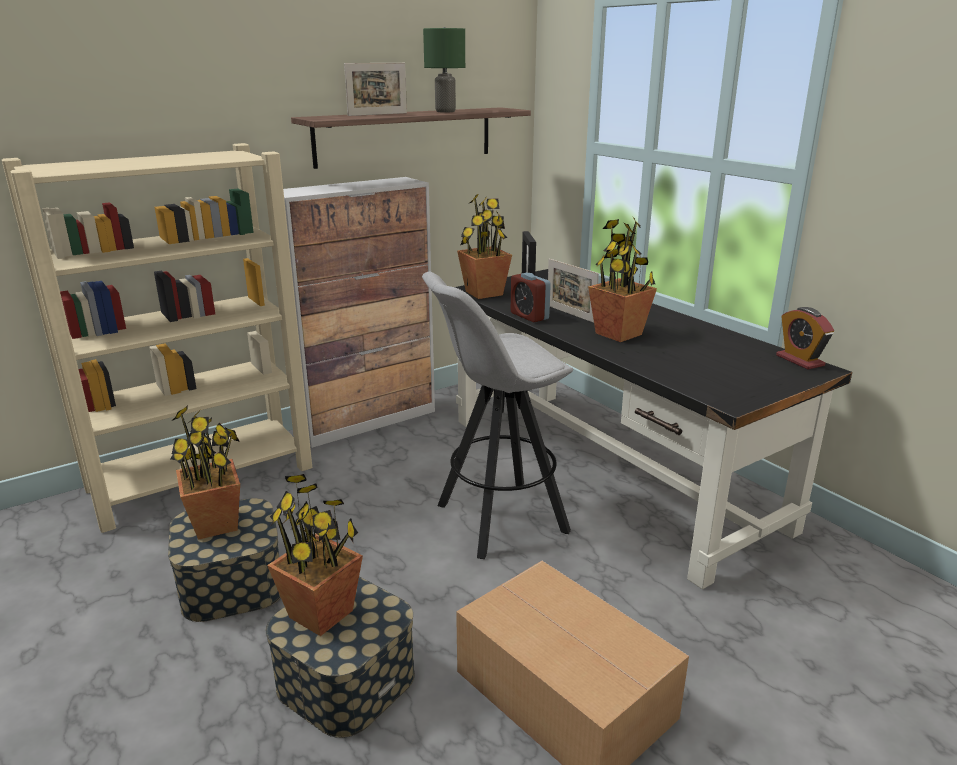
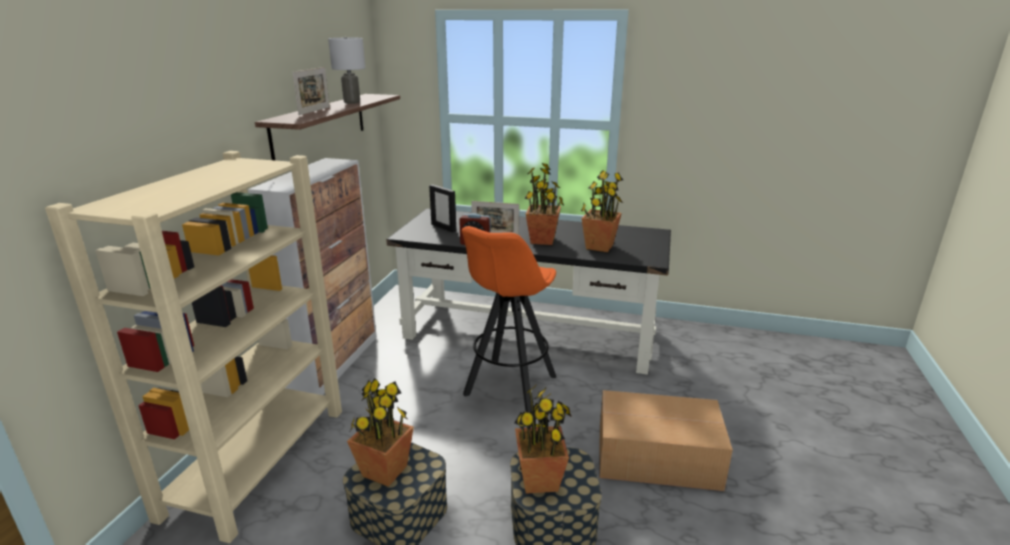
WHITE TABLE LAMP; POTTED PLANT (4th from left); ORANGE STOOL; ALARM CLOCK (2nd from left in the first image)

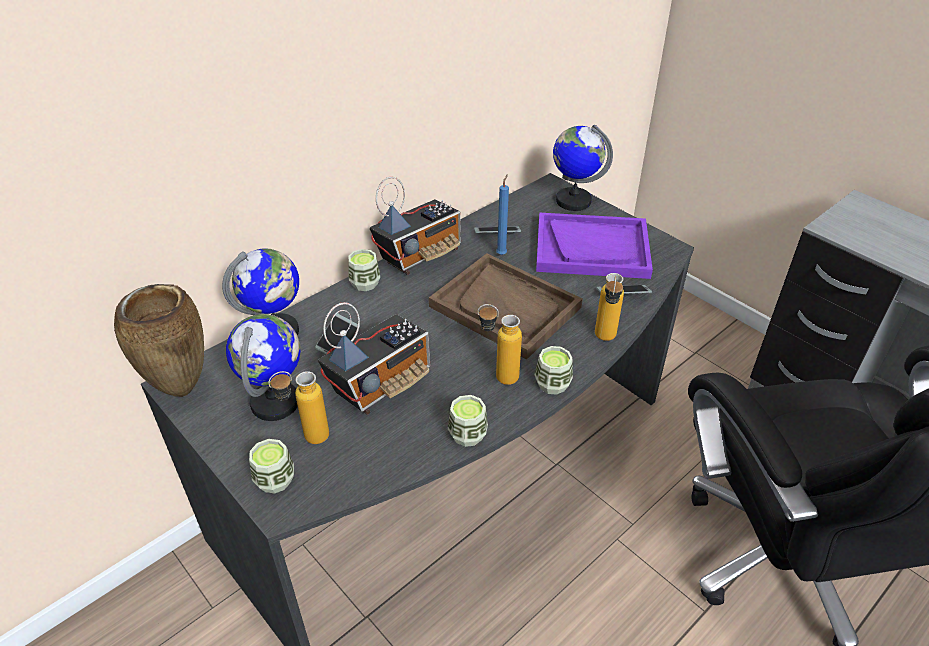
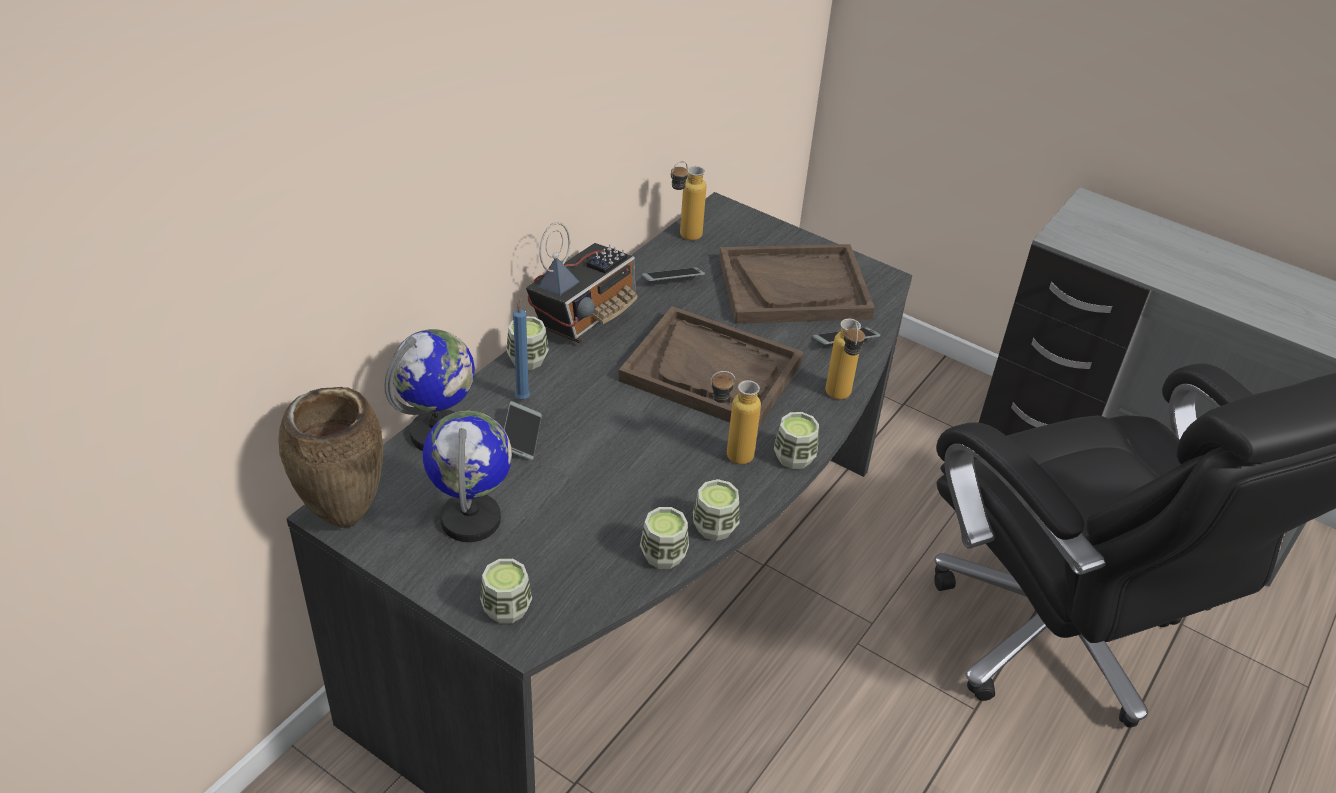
GLOBE (3rd from left in the first image); BLUE CANDLE; BROWN TRAY (2nd from left); RADIO (1st from left in the first image); BOTTLE (1st from left); CUP (3rd from left)

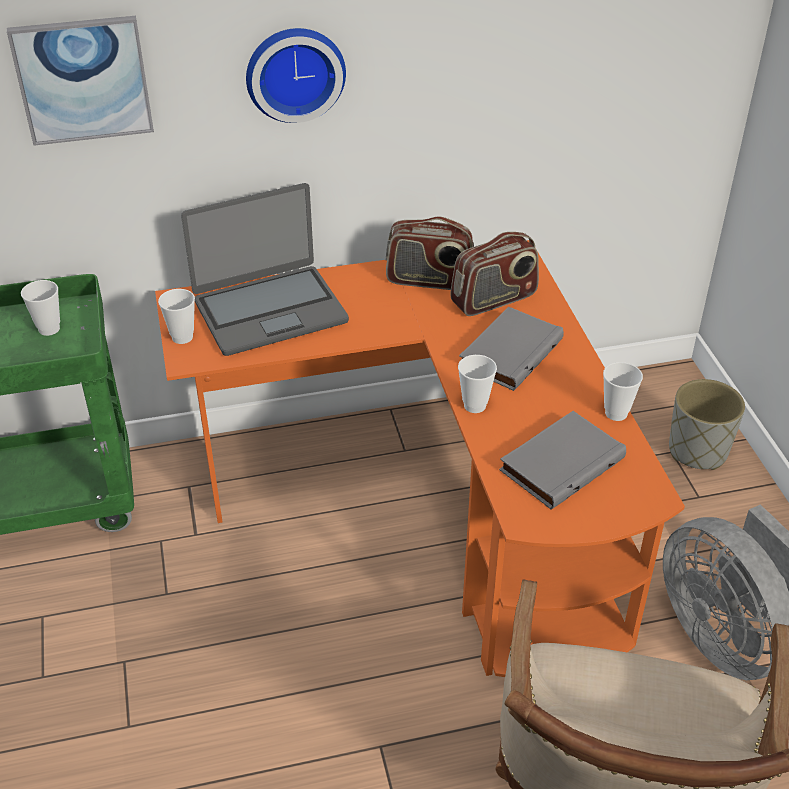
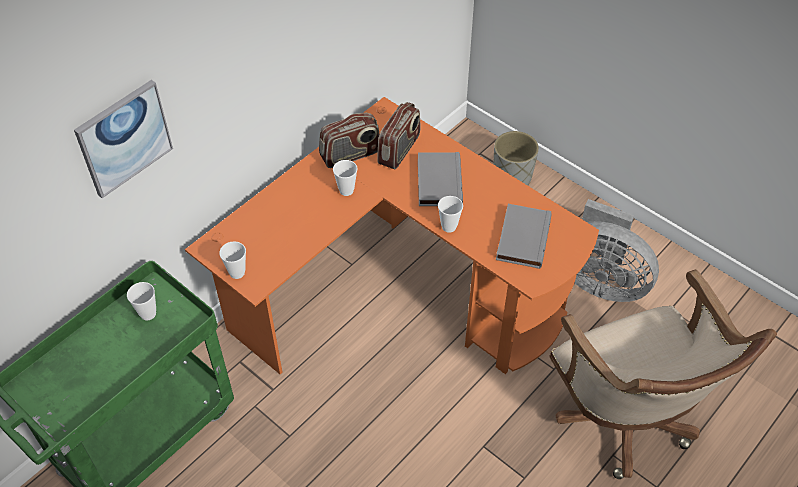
WALL CLOCK; LAPTOP; CUP (3rd from left)

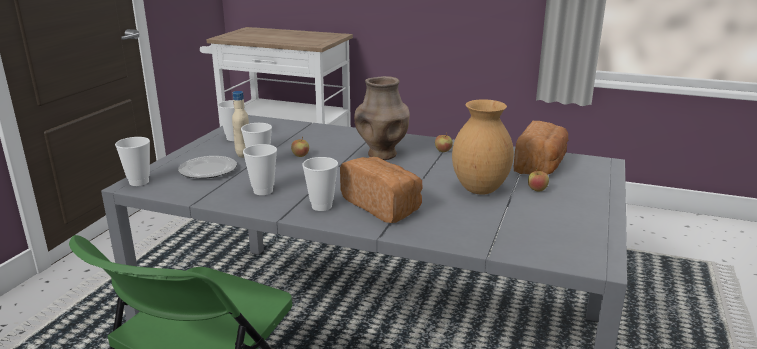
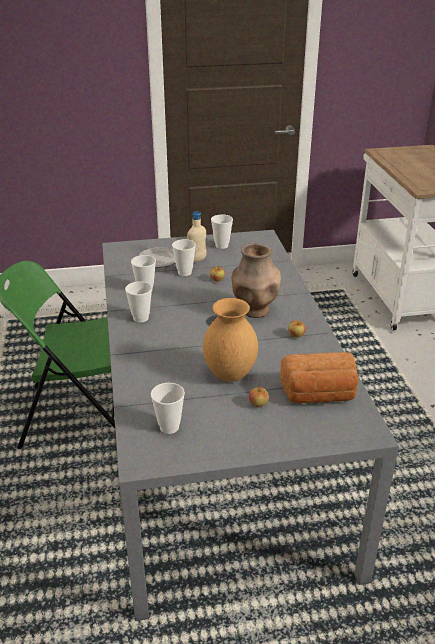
CUP (3rd from left); BREAD (1st from left in the first image)

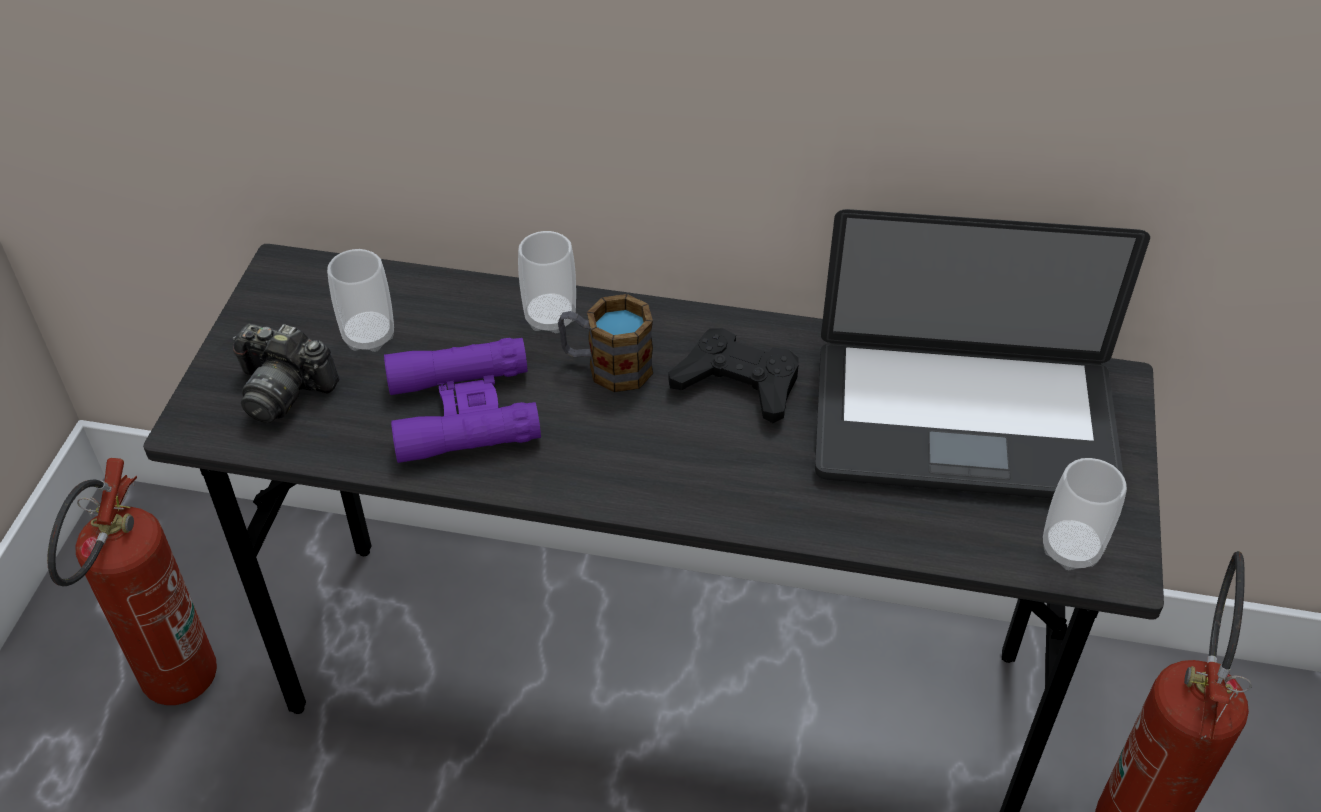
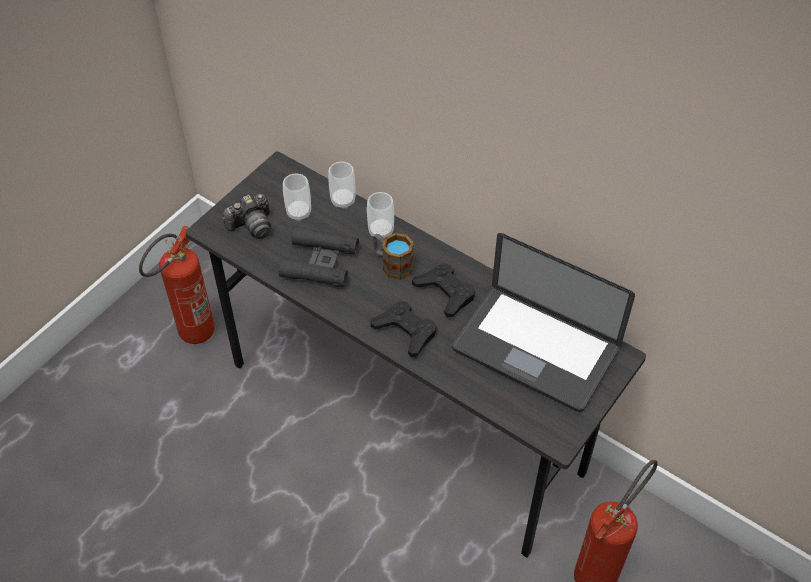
PHOTO CAMERA; BLACK BINOCULARS; CUP (2nd from left); BLACK GAME CONTROLLER (1st from left)

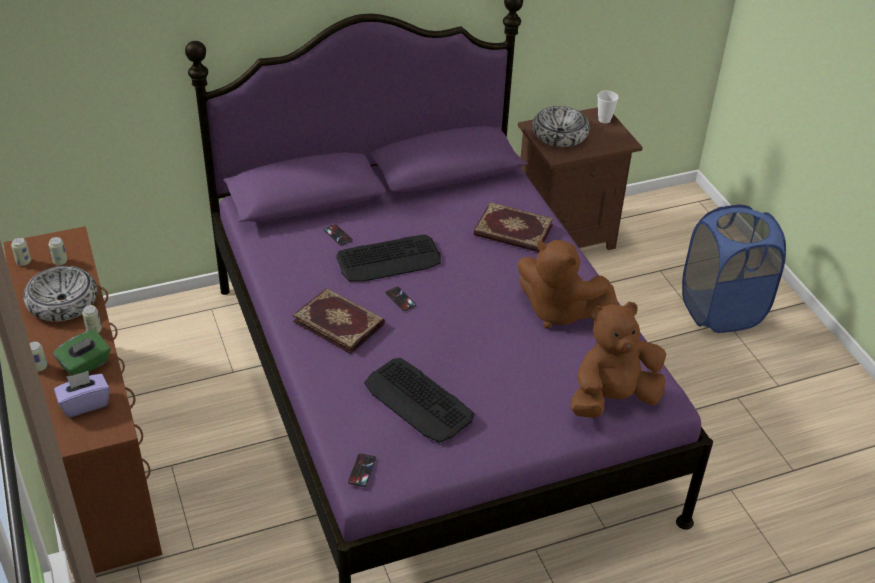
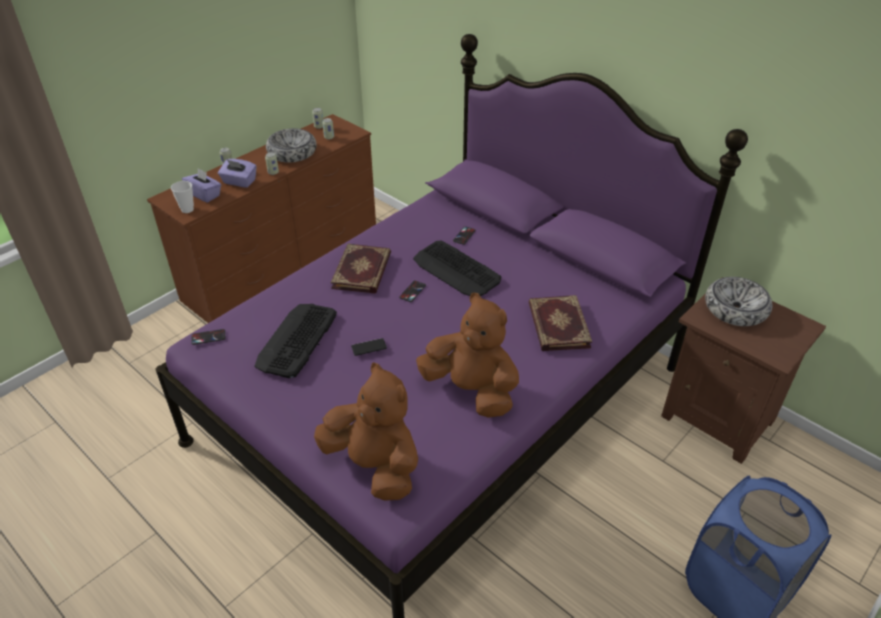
CUP; BROWN PLUSH TOY (2nd from left); PURPLE TISSUE BOX (2nd from left); PHONE (2nd from left)

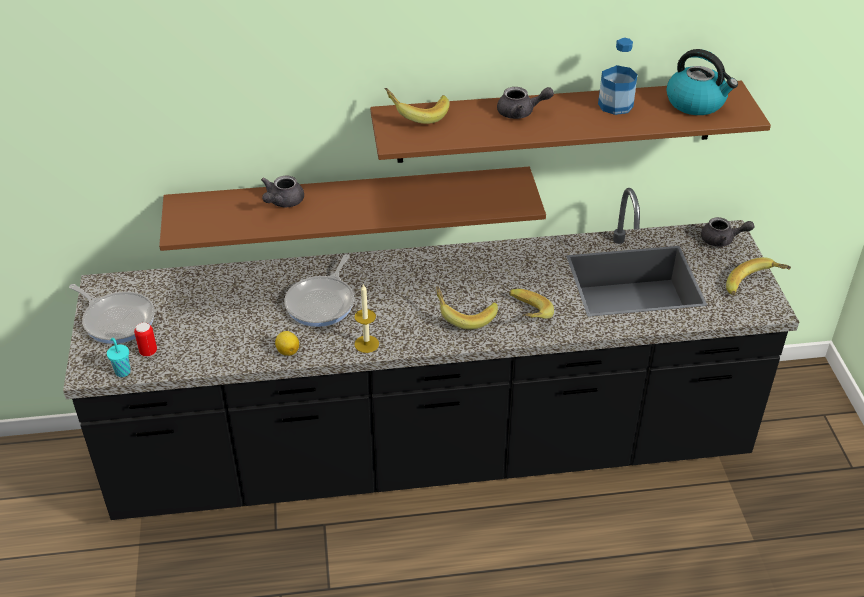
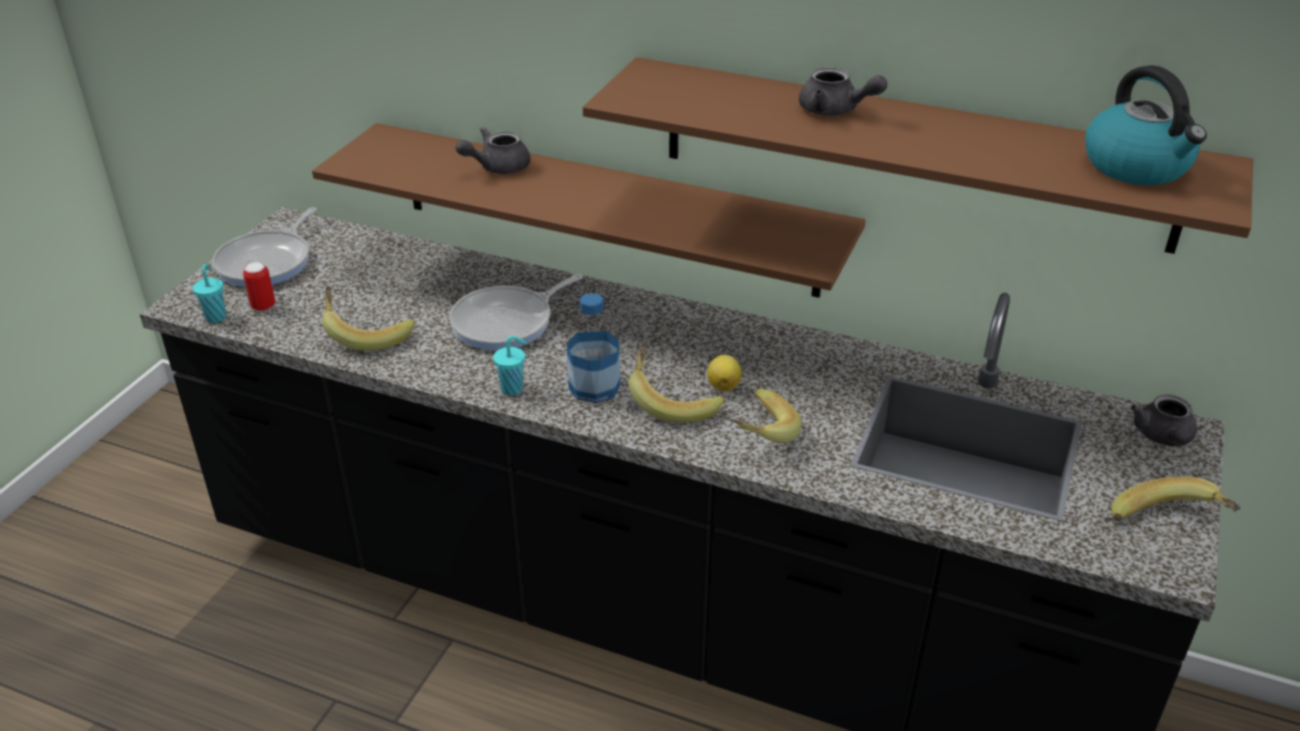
BOTTLE; BANANA (1st from left); GREY TEAPOT (3rd from left); FRYING PAN (1st from left); TURQUOISE CUP (2nd from left); LEMON

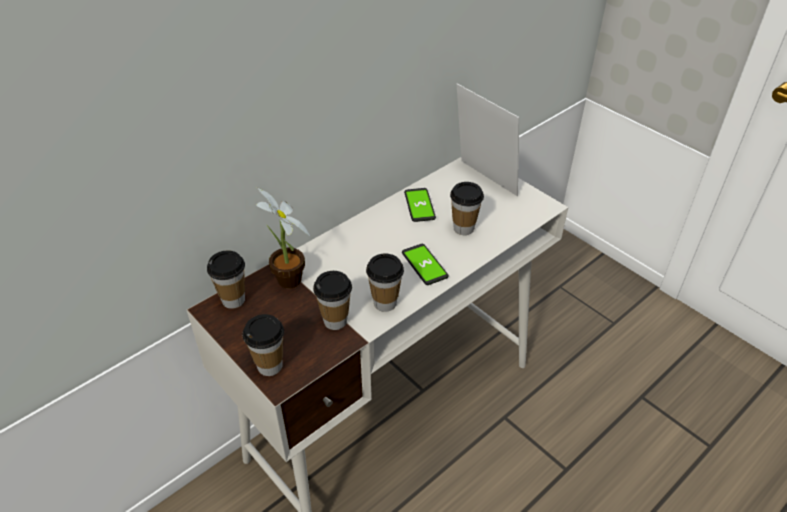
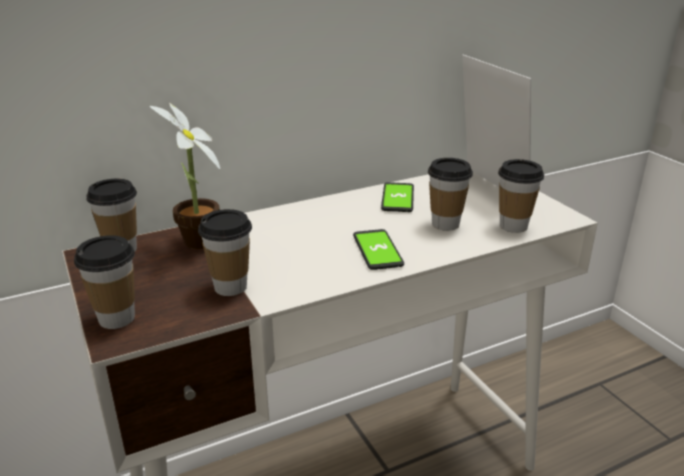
CUP (5th from left)

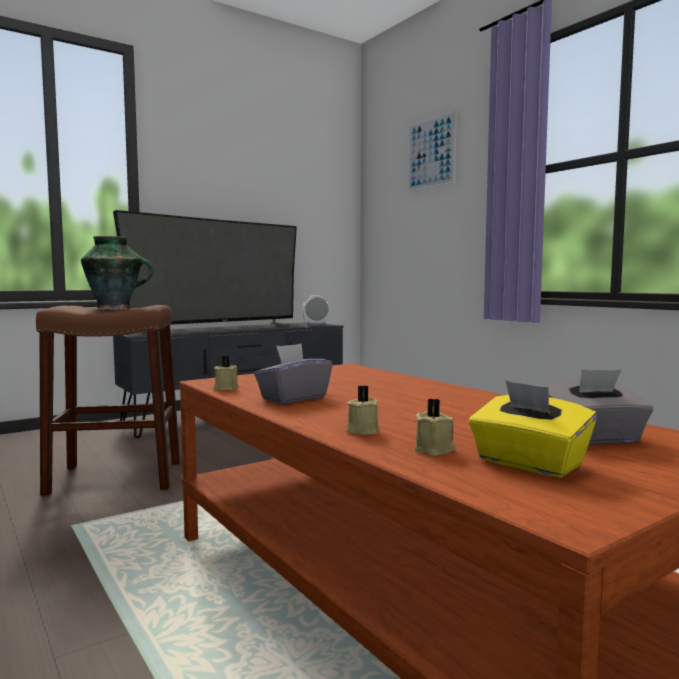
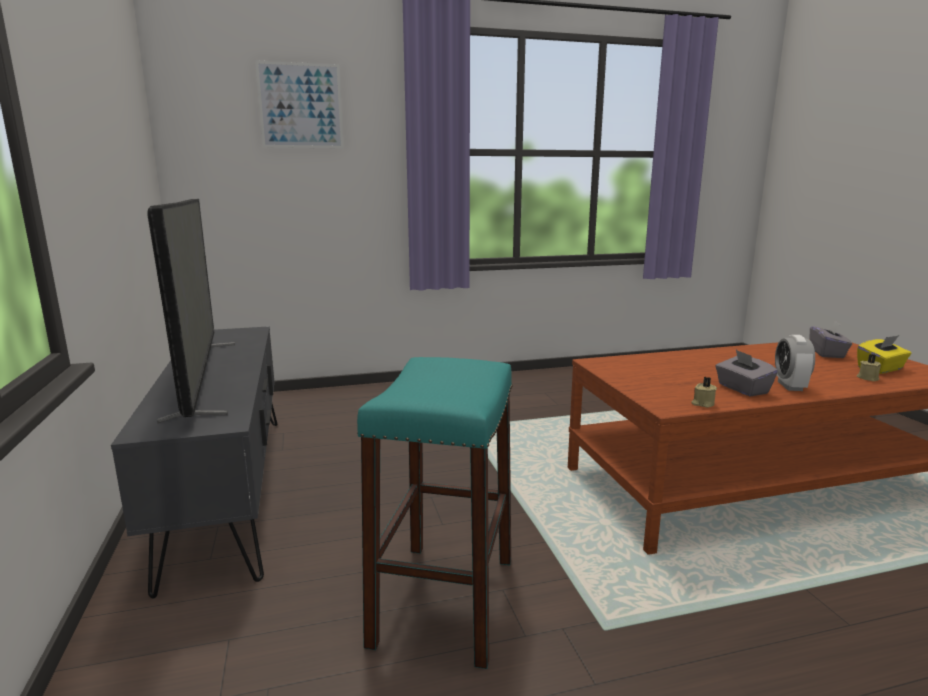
VASE; ALARM CLOCK; TURQUOISE STOOL; BEIGE CANDLE (2nd from left in the first image)

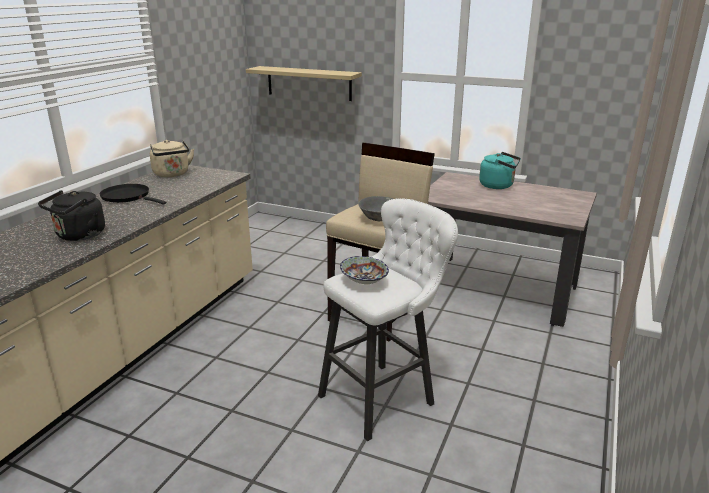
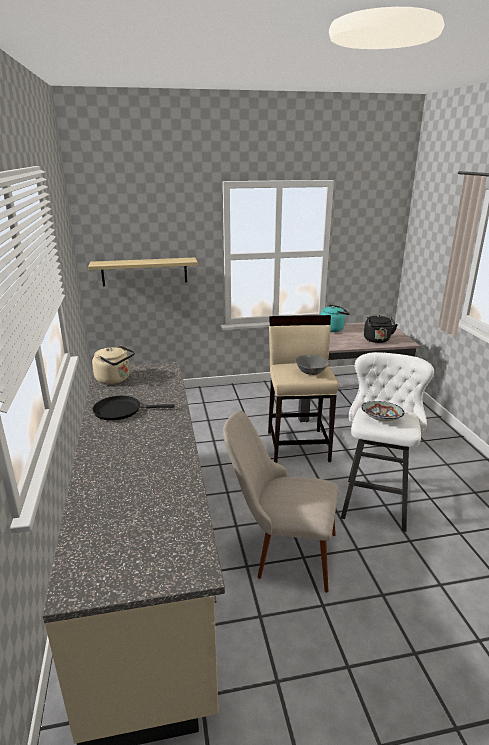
BLACK KETTLE; BEIGE CHAIR

